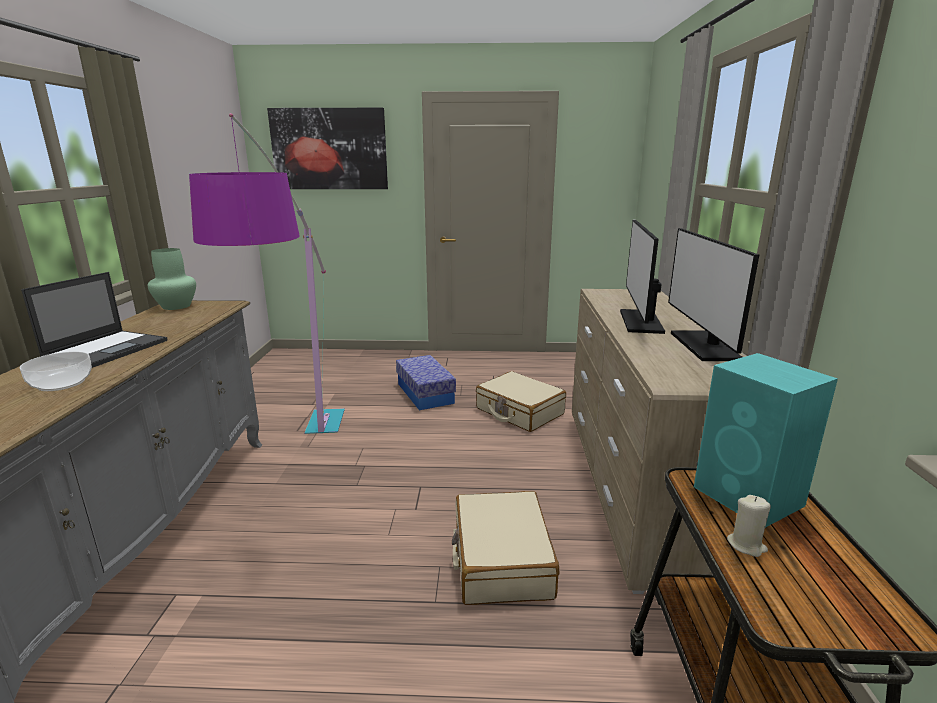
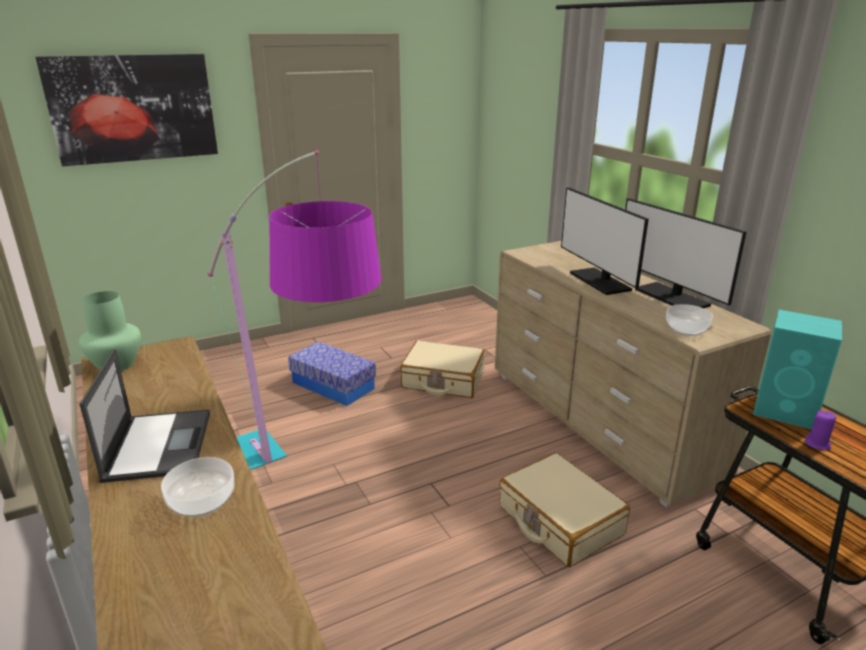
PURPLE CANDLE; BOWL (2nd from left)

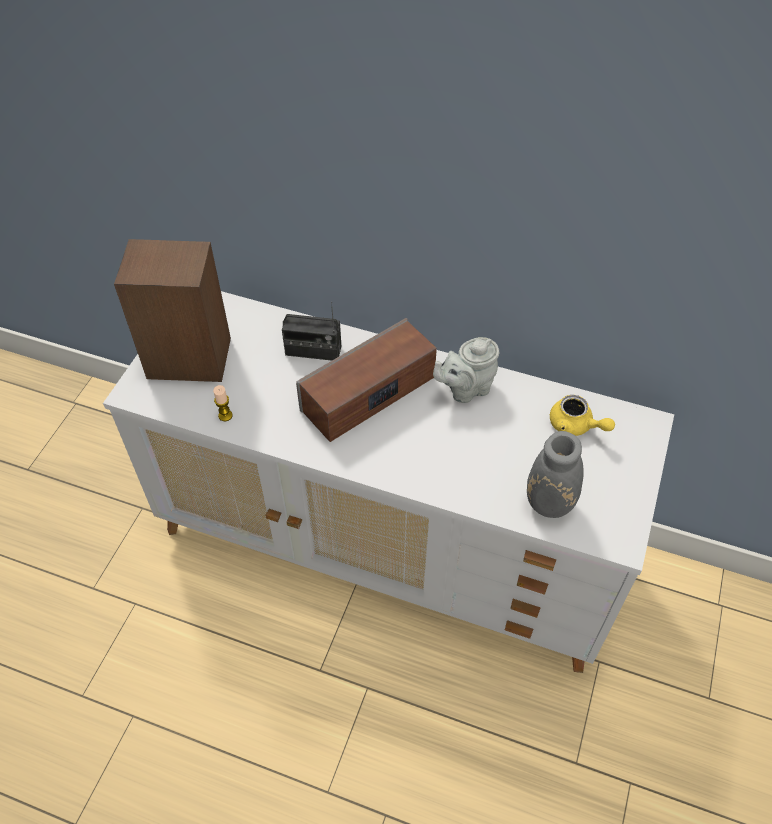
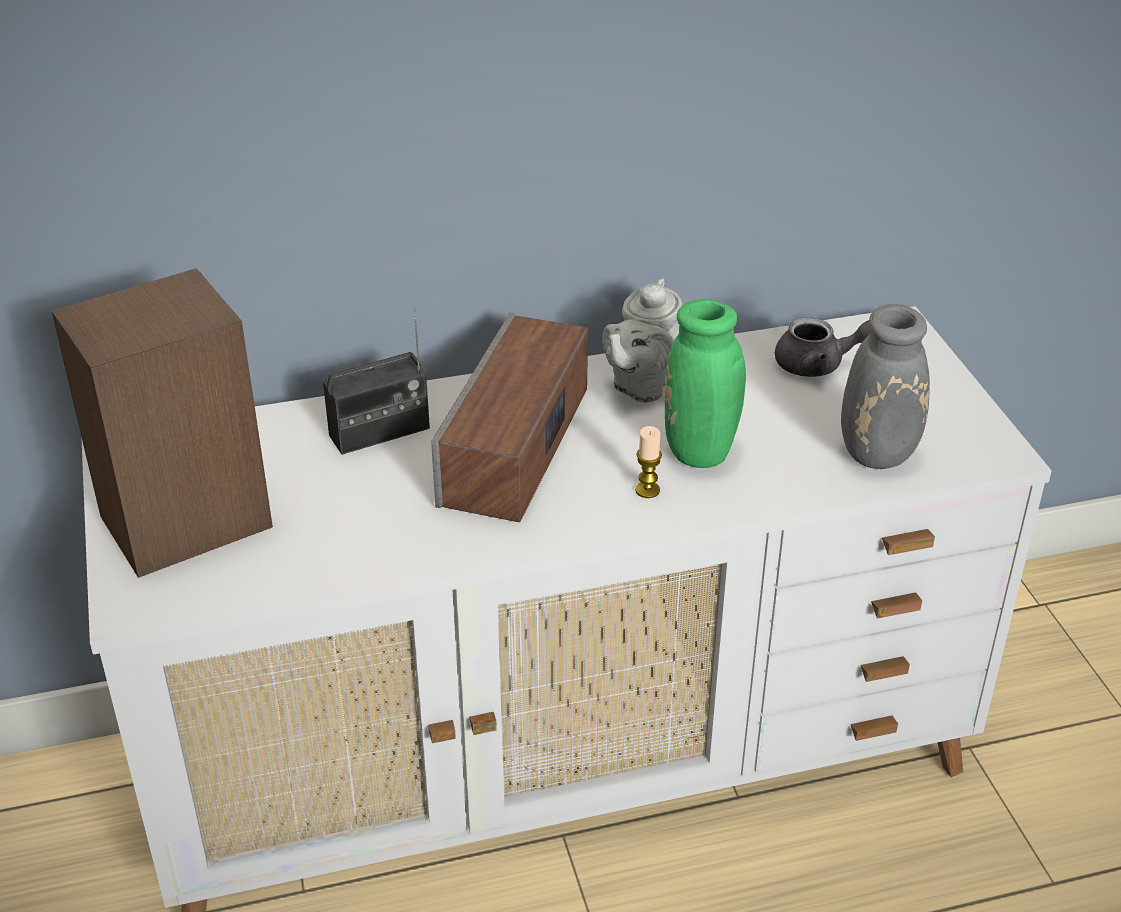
CANDLE; GREY TEAPOT (2nd from left); GREEN VASE

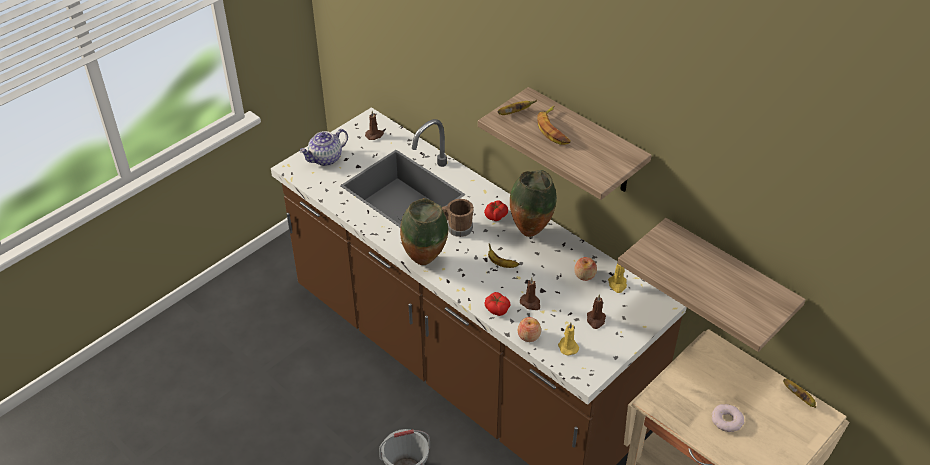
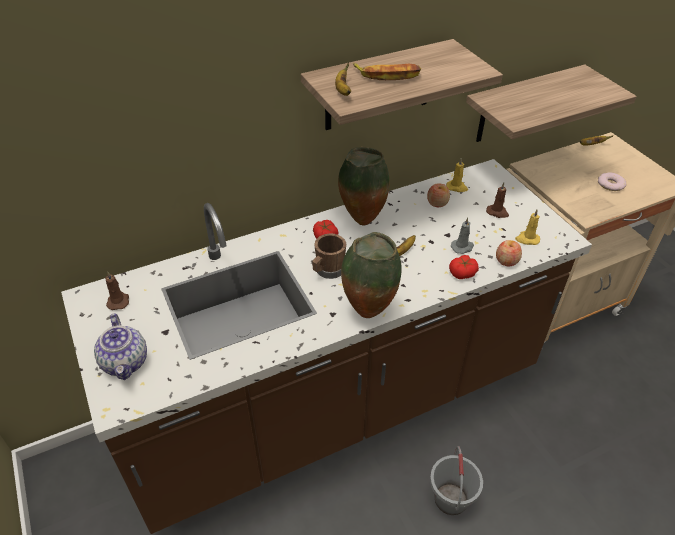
GREY CANDLE

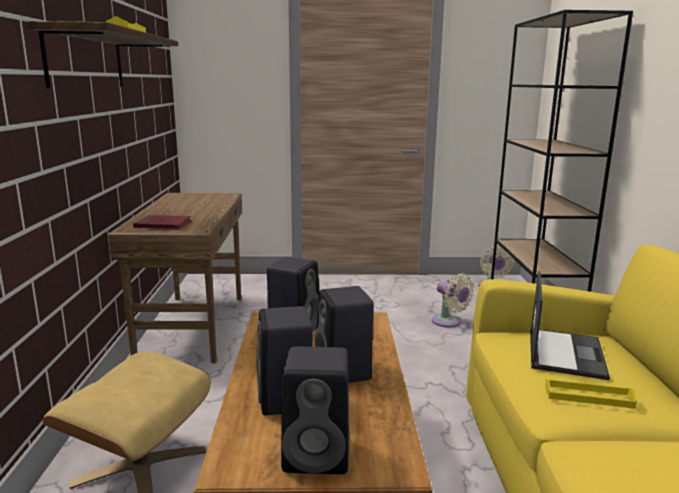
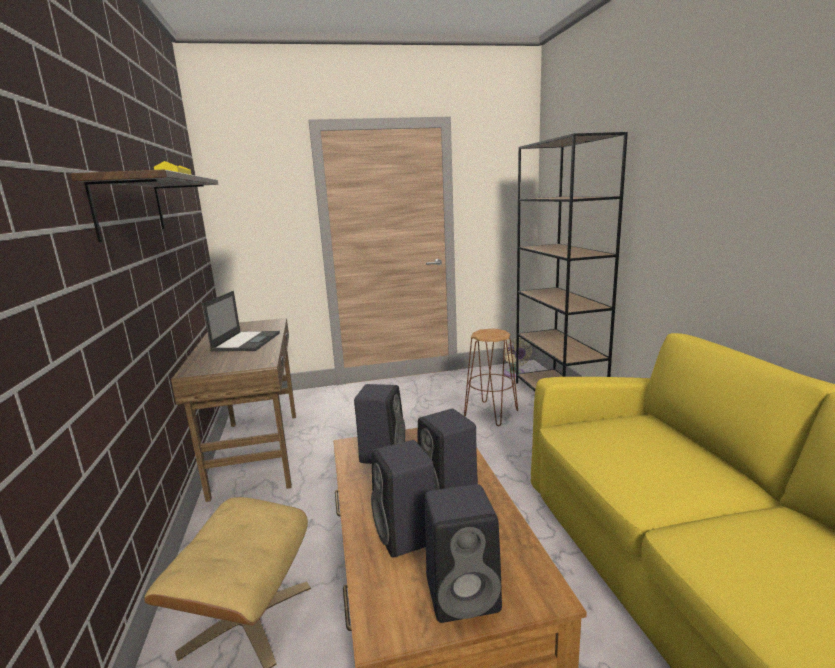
RED BOOK; LAPTOP; BROWN STOOL; YELLOW TRAY (2nd from left in the first image)

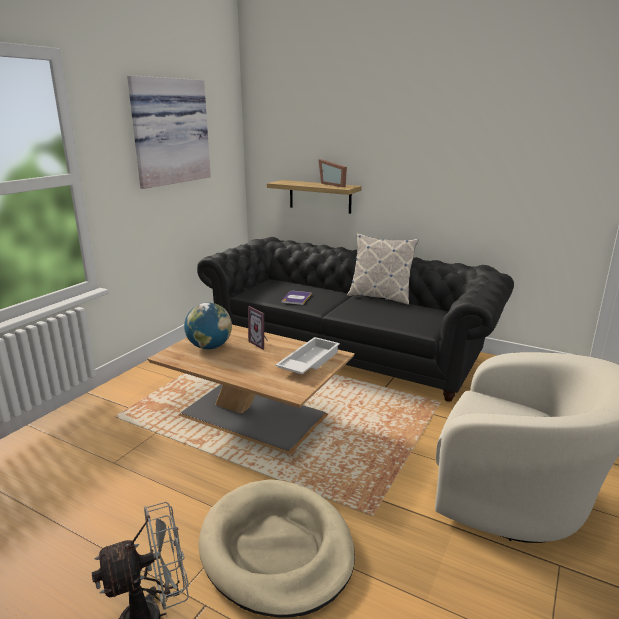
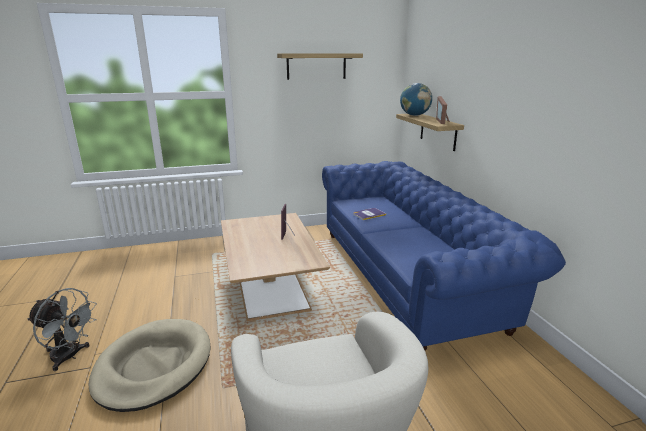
SHELF (1st from left); PILLOW; BLUE SOFA; GLOBE; WHITE TRAY

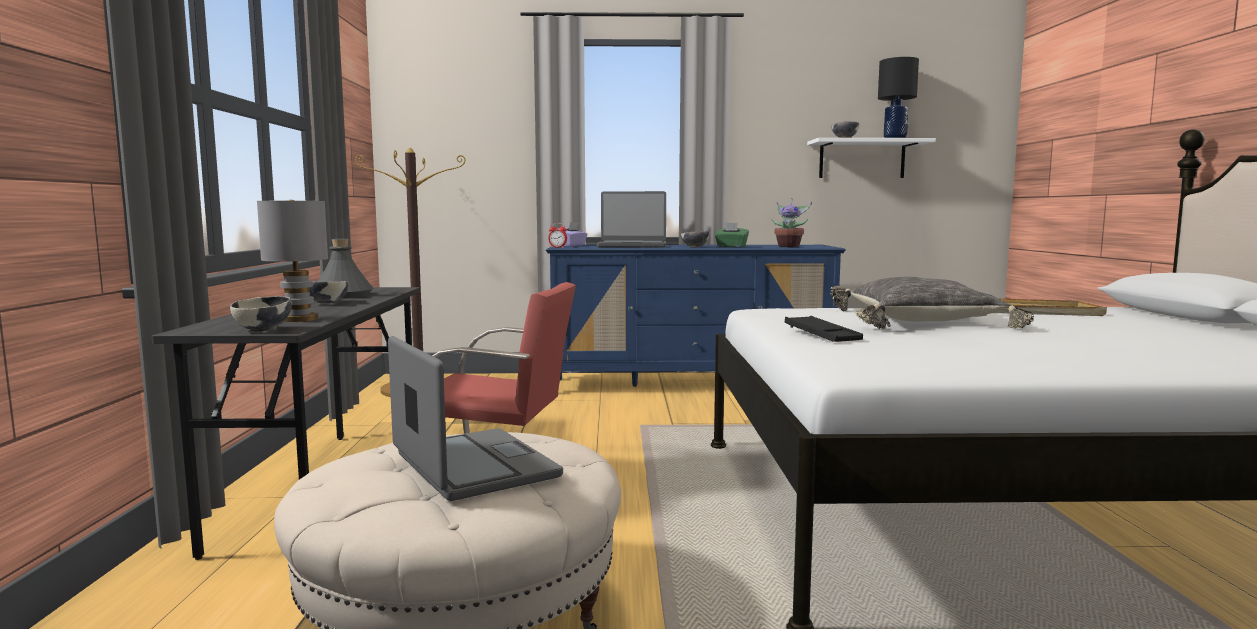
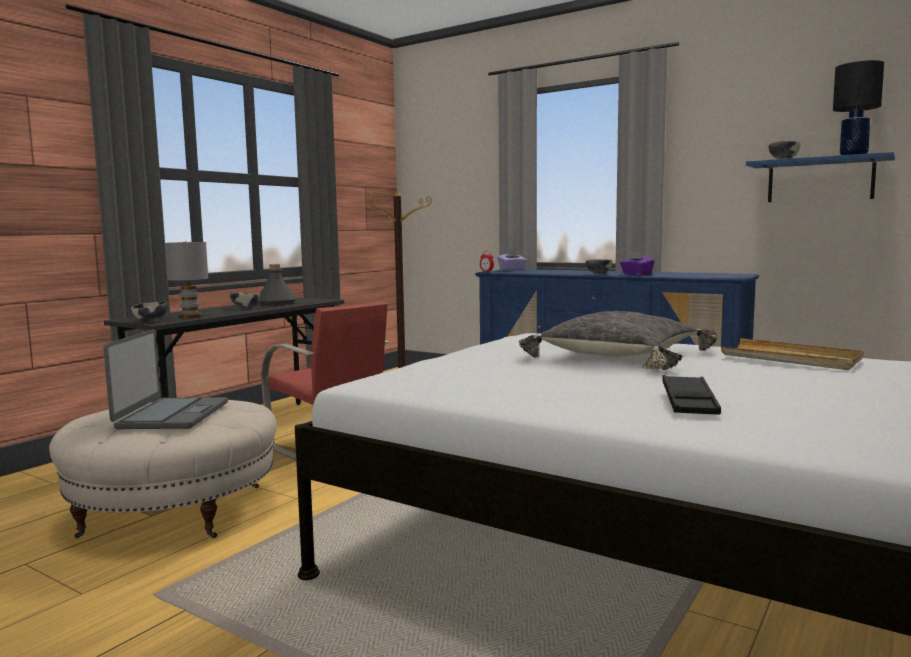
BLUE SHELF; LAPTOP (2nd from left in the first image); POTTED PLANT; PURPLE TISSUE BOX (2nd from left); BLACK TRAY

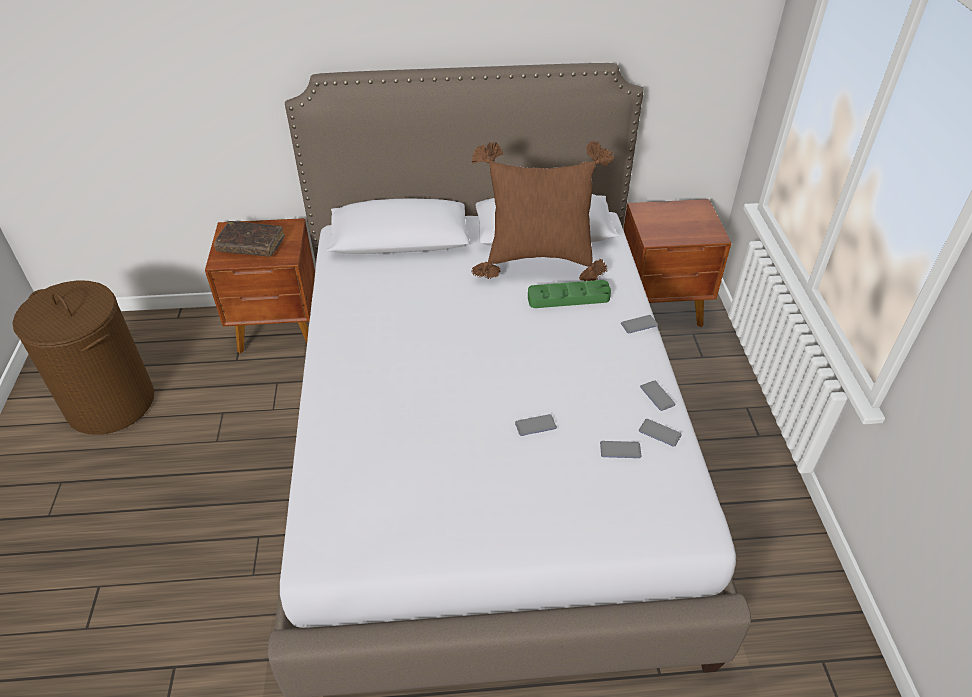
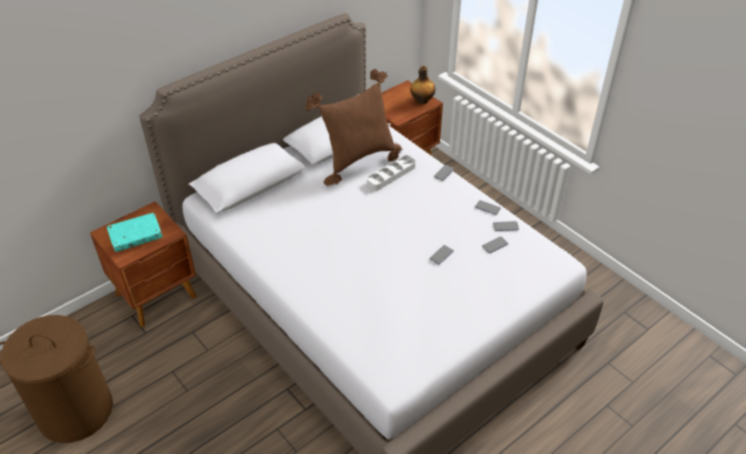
TURQUOISE BOOK; WHITE TRAY; BOTTLE

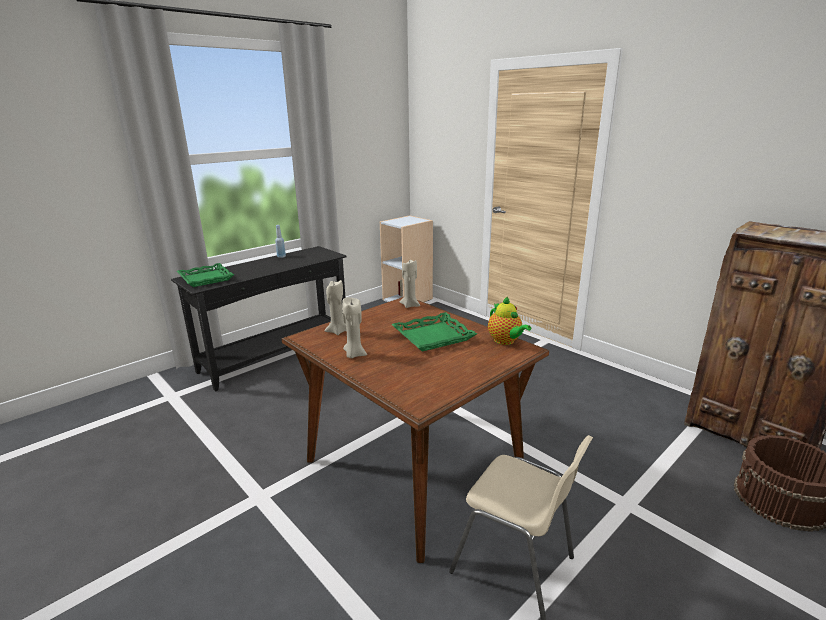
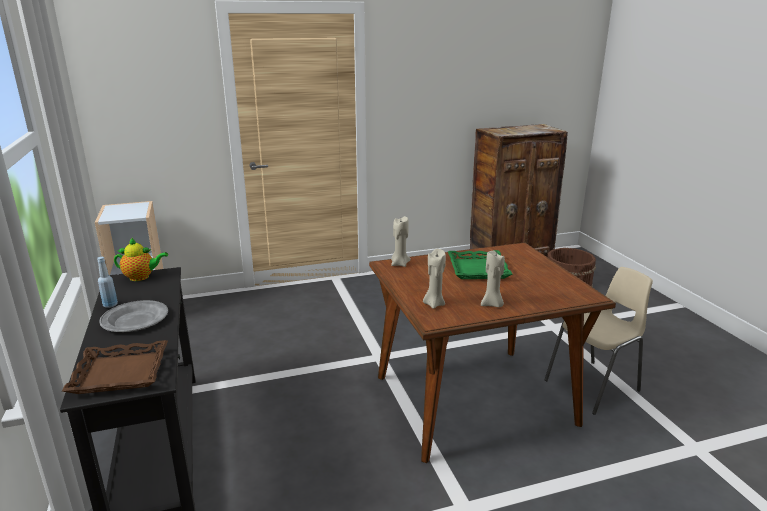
BROWN TRAY; TEAPOT; GREY PLATE

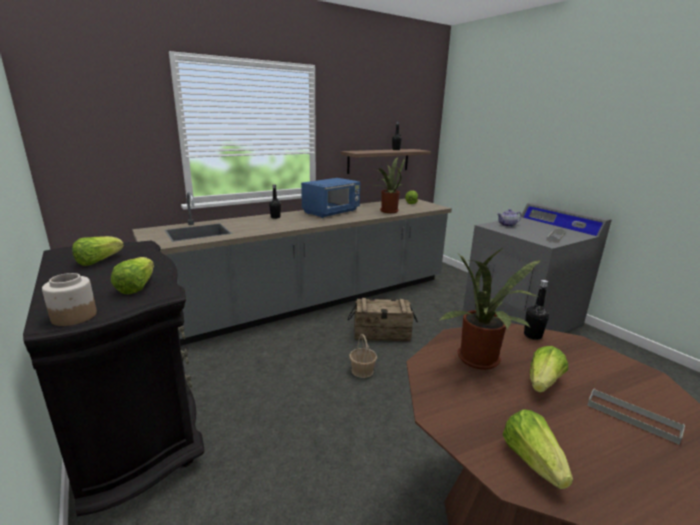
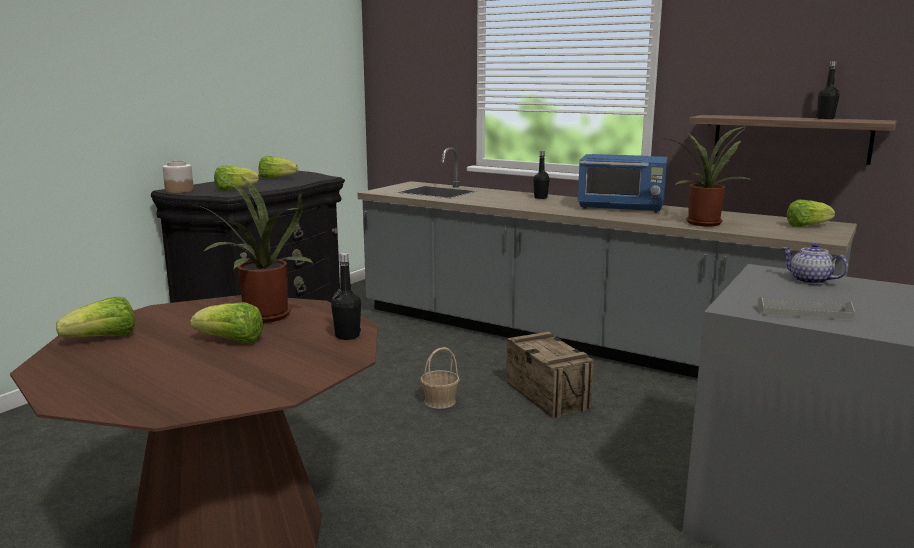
GREY TRAY (2nd from left in the first image)

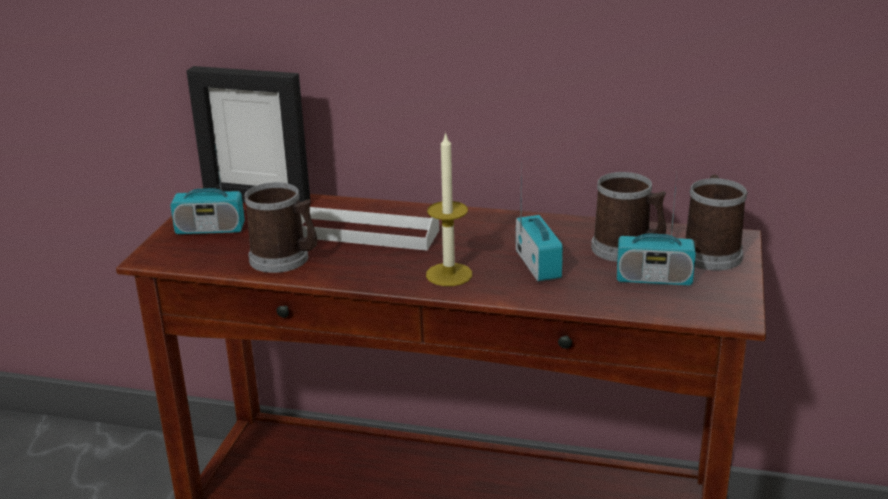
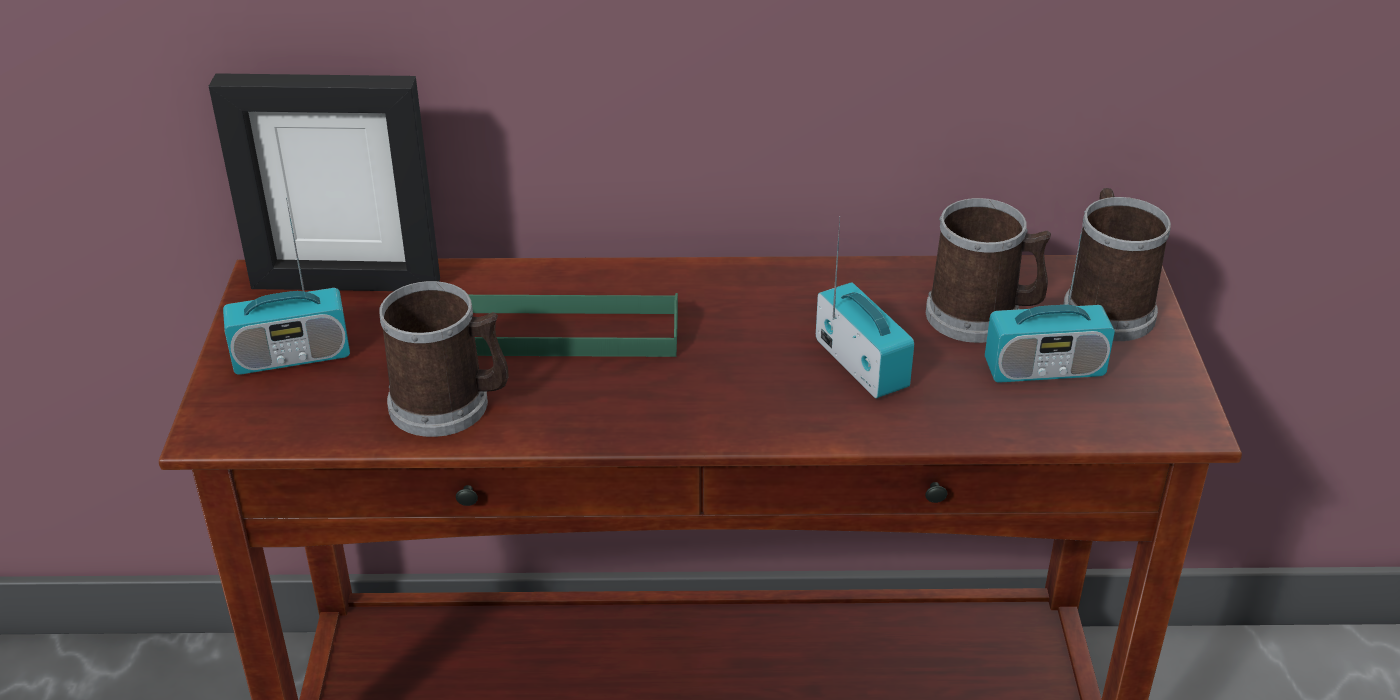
CANDLE; GREEN TRAY

